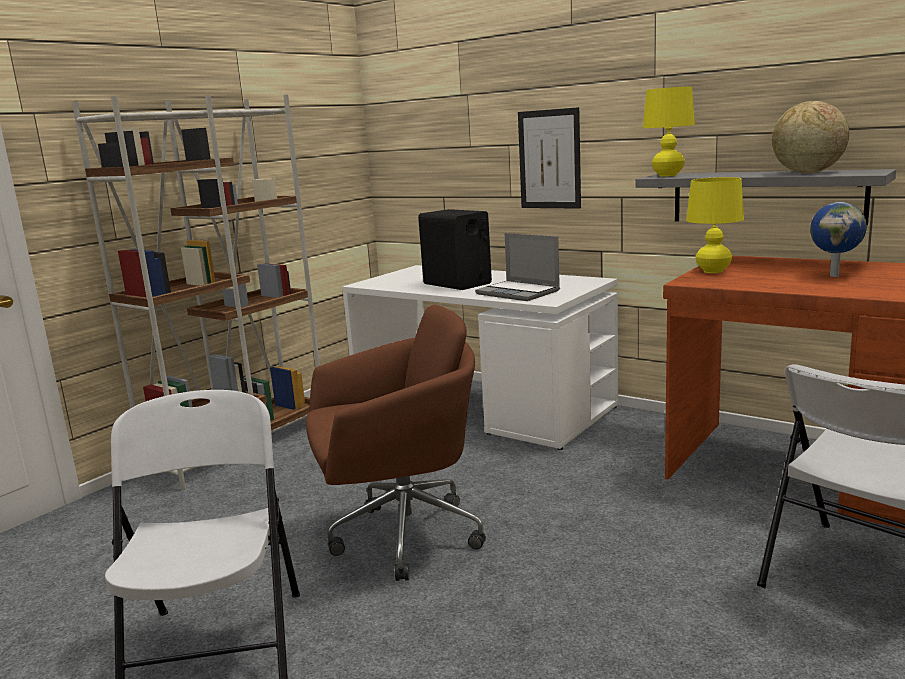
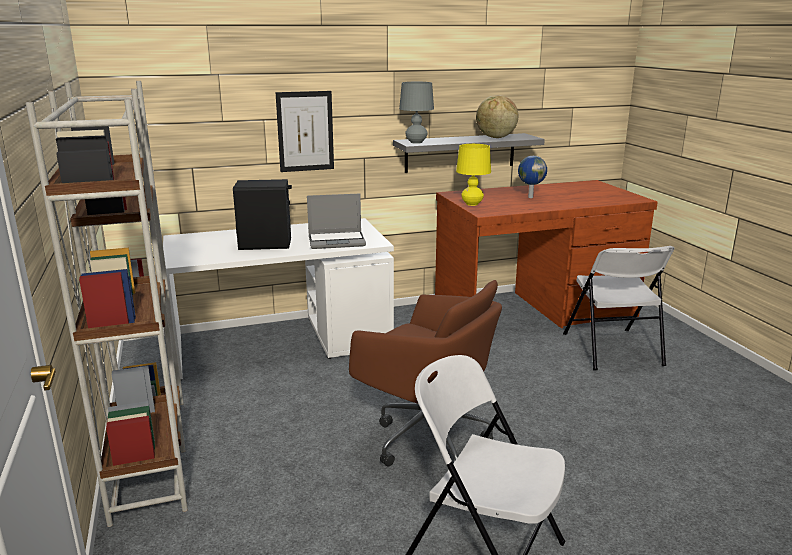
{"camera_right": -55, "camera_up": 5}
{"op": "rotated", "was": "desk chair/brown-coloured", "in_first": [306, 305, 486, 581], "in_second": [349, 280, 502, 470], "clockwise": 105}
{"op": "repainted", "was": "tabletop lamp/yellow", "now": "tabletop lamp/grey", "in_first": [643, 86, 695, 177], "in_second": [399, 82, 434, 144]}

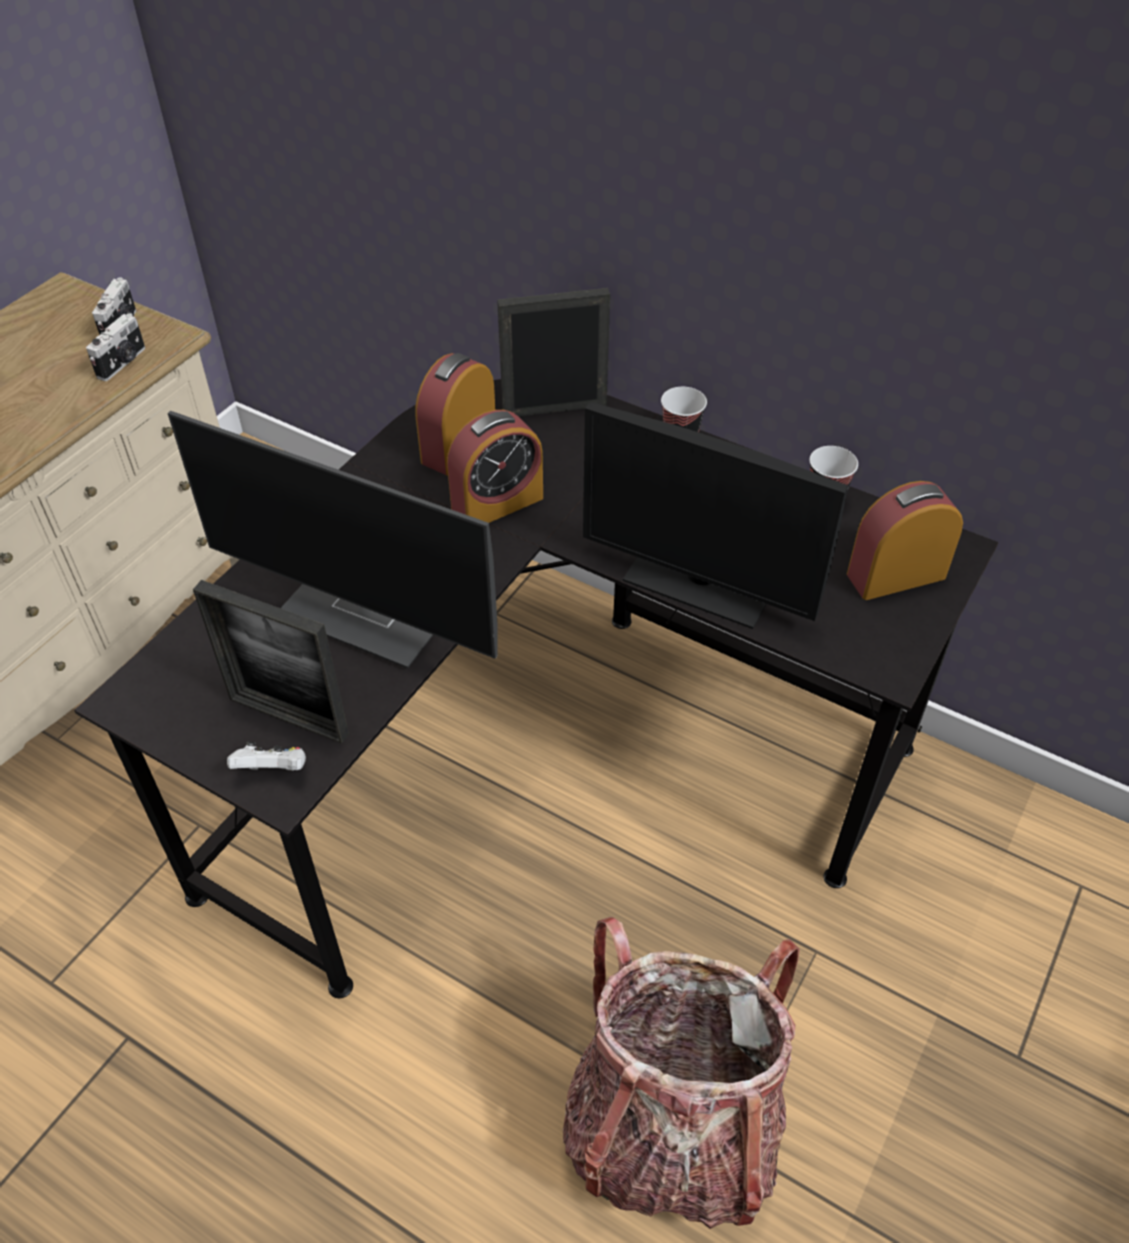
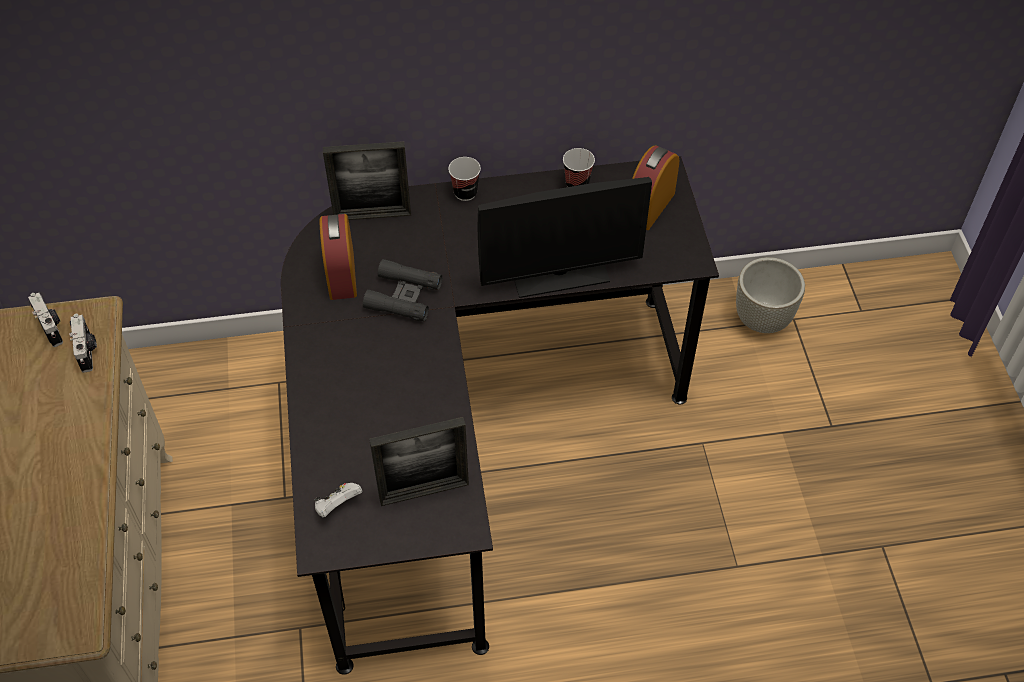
{"camera_right": -40, "camera_up": 5}
{"op": "shifted", "was": "gamepad/white", "in_first": [227, 741, 306, 771], "in_second": [314, 483, 362, 517]}
{"op": "rotated", "was": "standing frame", "in_first": [497, 288, 610, 416], "in_second": [323, 141, 411, 220], "clockwise": -135}
{"op": "swapped", "was": "table clock", "now": "pair of binoculars/black", "in_first": [447, 410, 543, 523], "in_second": [363, 259, 442, 321]}
{"op": "new", "now": "flower pot/grey", "in_second": [736, 257, 805, 333]}
{"op": "gone", "was": "computer screen", "in_first": [168, 411, 498, 669]}
{"op": "gone", "was": "backpack", "in_first": [563, 916, 800, 1229]}

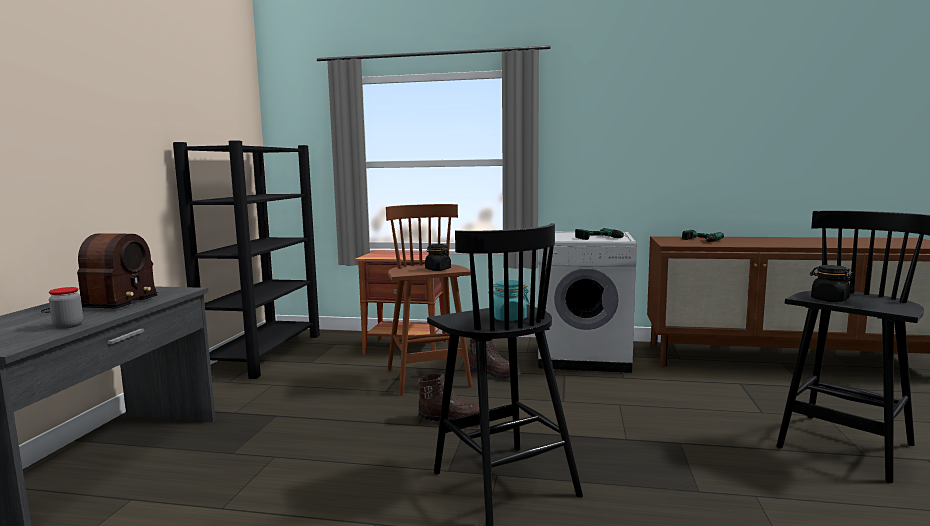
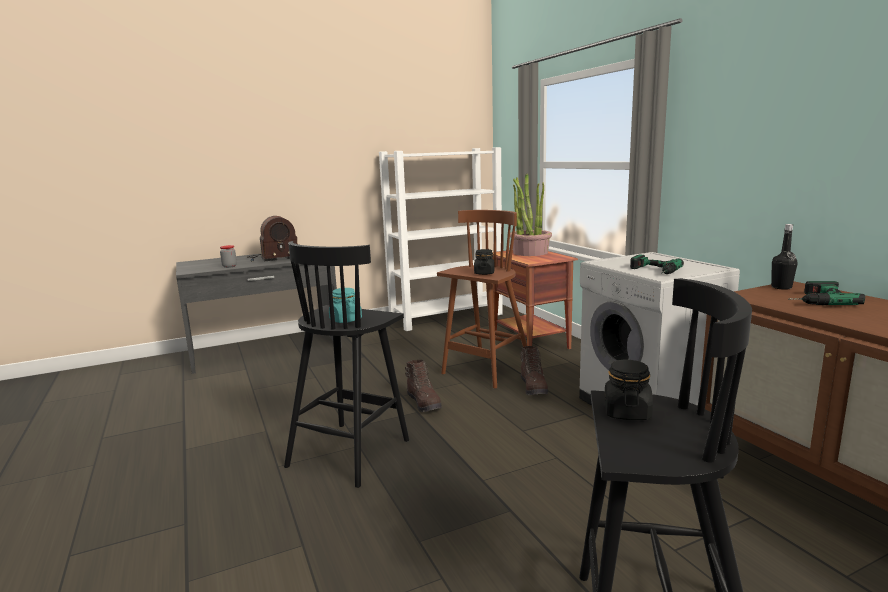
{"camera_right": 55, "camera_up": 5}
{"op": "repainted", "was": "shelving unit/black", "now": "shelving unit/white", "in_first": [173, 140, 320, 379], "in_second": [379, 147, 503, 331]}
{"op": "new", "now": "houseplant", "in_second": [510, 173, 552, 256]}
{"op": "new", "now": "bottle/black", "in_second": [771, 224, 798, 290]}

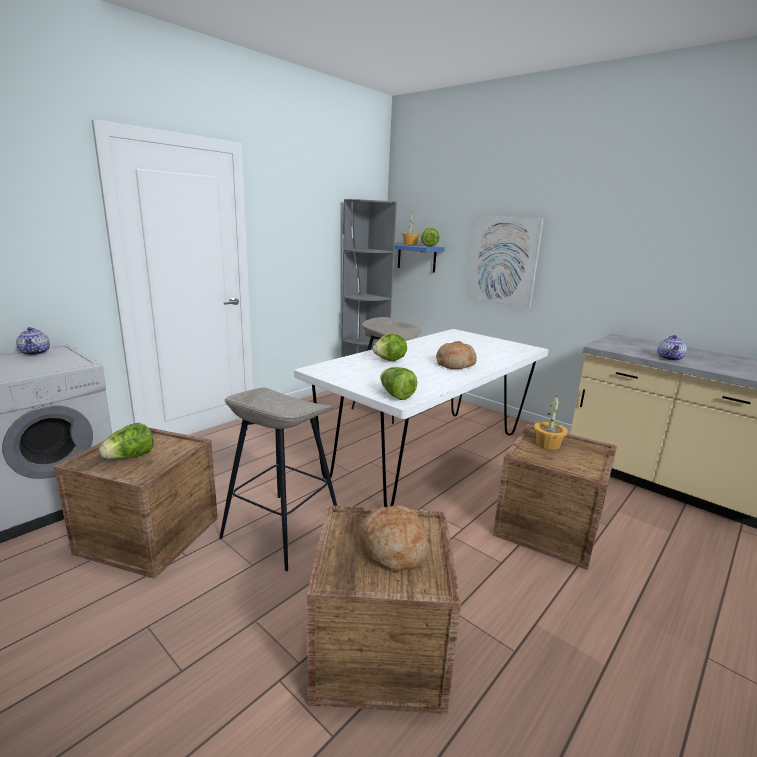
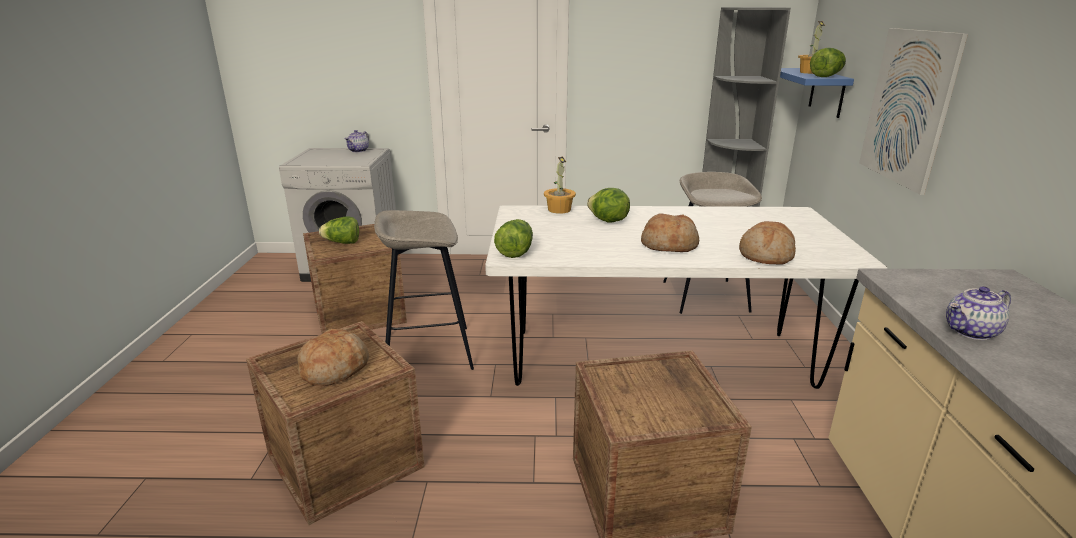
{"camera_right": 50, "camera_up": 5}
{"op": "shifted", "was": "houseplant", "in_first": [534, 396, 568, 450], "in_second": [544, 156, 576, 214]}
{"op": "new", "now": "bread", "in_second": [739, 221, 796, 264]}

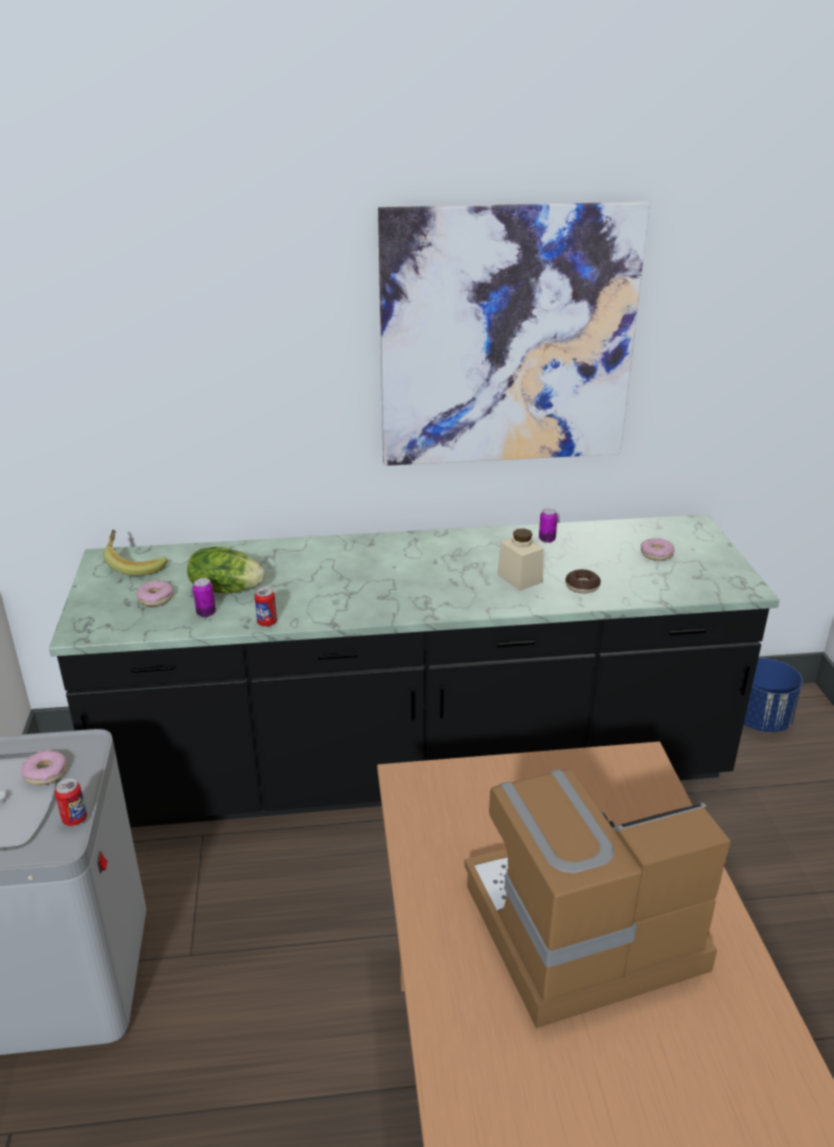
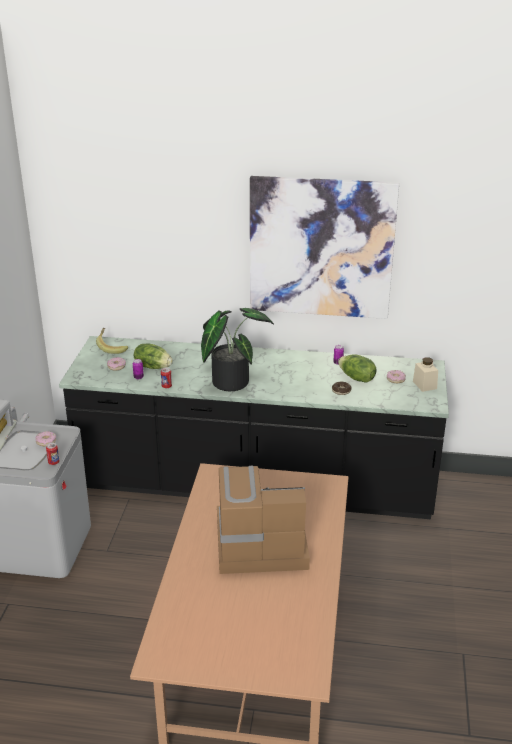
{"camera_right": 15, "camera_up": 0}
{"op": "new", "now": "houseplant", "in_second": [201, 308, 274, 391]}
{"op": "new", "now": "head of lettuce", "in_second": [338, 354, 377, 383]}
{"op": "shifted", "was": "preserve jar/beige", "in_first": [497, 529, 544, 591], "in_second": [413, 357, 438, 392]}
{"op": "gone", "was": "flower pot/bluish", "in_first": [744, 658, 803, 732]}

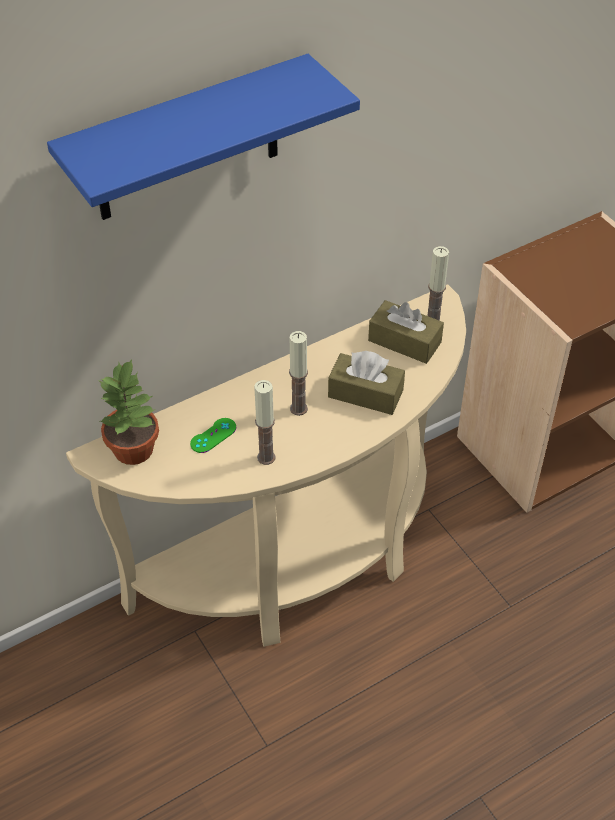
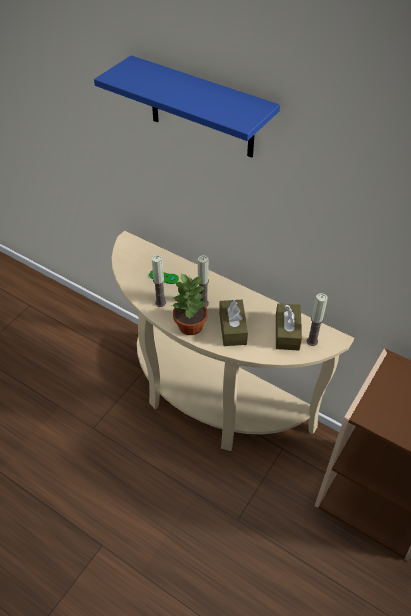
{"camera_right": 65, "camera_up": 0}
{"op": "shifted", "was": "houseplant", "in_first": [99, 359, 159, 465], "in_second": [171, 273, 208, 335]}

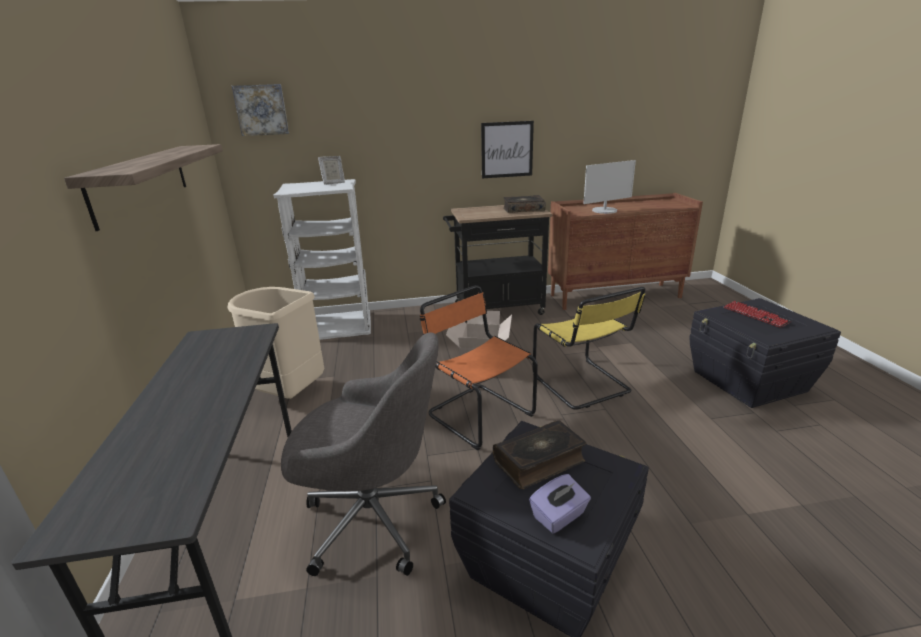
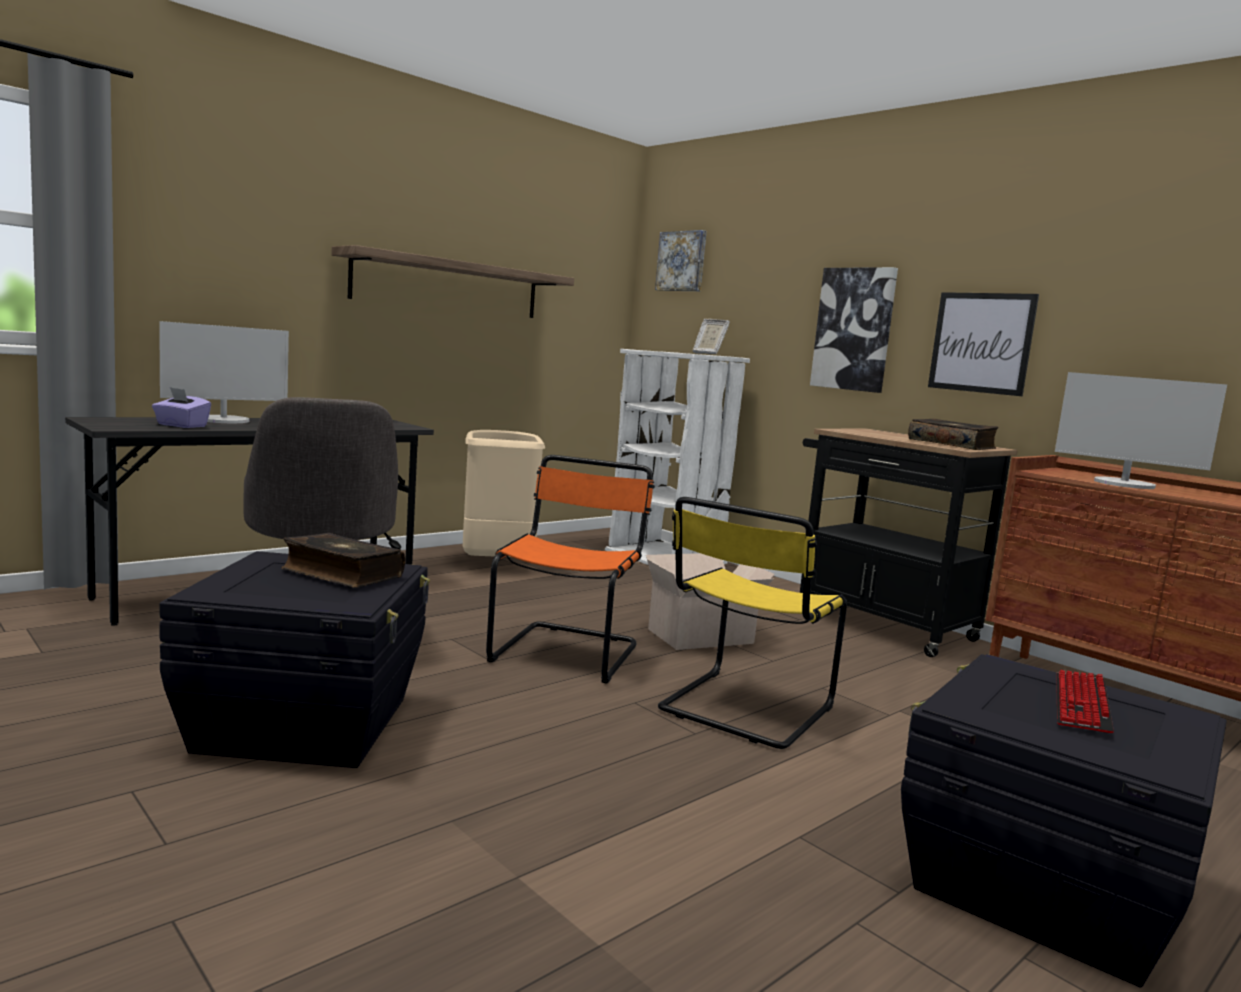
{"camera_right": 55, "camera_up": -15}
{"op": "shifted", "was": "box of tissues/purple-coloured", "in_first": [529, 474, 591, 534], "in_second": [152, 387, 211, 428]}
{"op": "new", "now": "computer screen", "in_second": [159, 321, 289, 423]}
{"op": "new", "now": "wall picture", "in_second": [810, 267, 898, 393]}

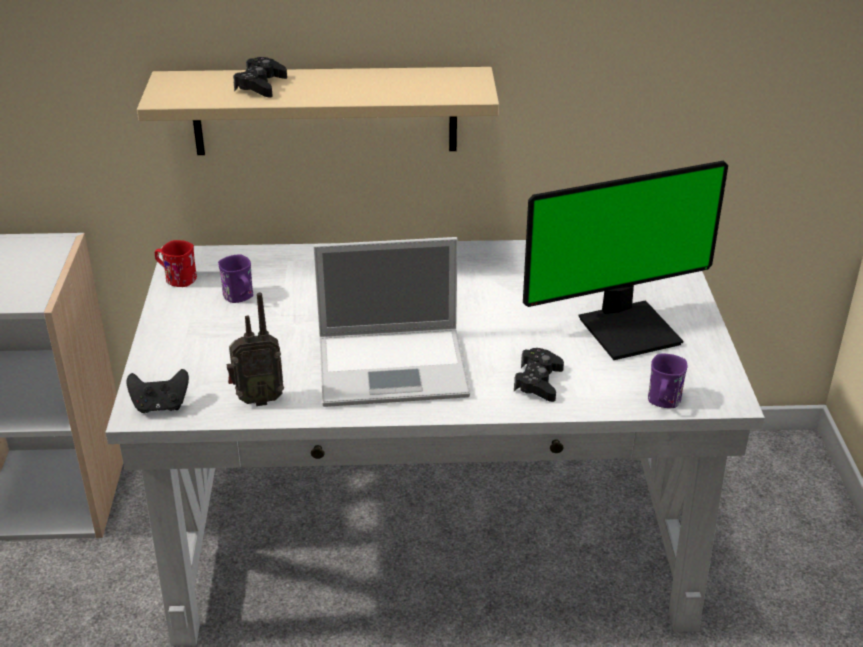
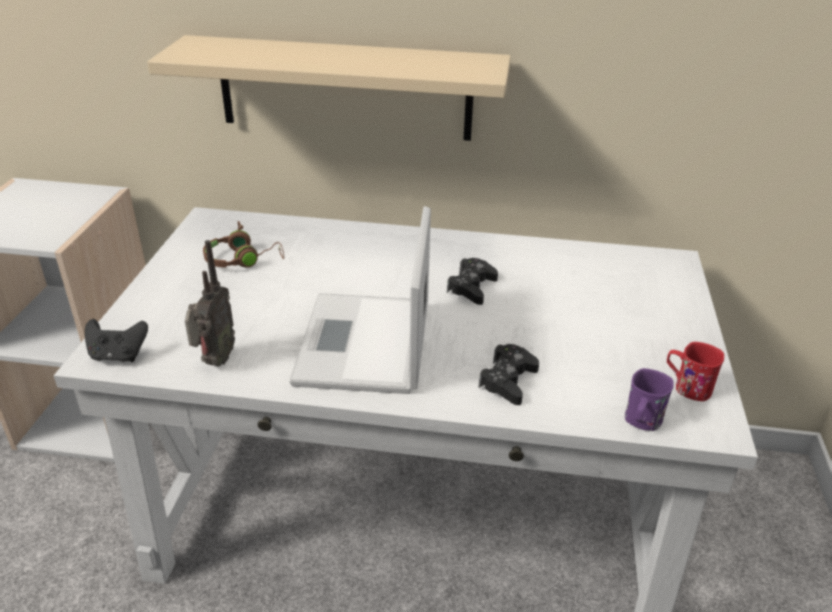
{"camera_right": 10, "camera_up": 0}
{"op": "rotated", "was": "radio", "in_first": [226, 292, 284, 406], "in_second": [185, 240, 235, 367], "clockwise": -75}
{"op": "swapped", "was": "mug/purple-coloured", "now": "headphones/brown-coloured", "in_first": [218, 254, 253, 303], "in_second": [203, 221, 284, 268]}
{"op": "rotated", "was": "portable computer", "in_first": [313, 237, 470, 407], "in_second": [289, 206, 431, 394], "clockwise": 90}
{"op": "shifted", "was": "gamepad/black", "in_first": [233, 57, 287, 97], "in_second": [447, 258, 498, 305]}
{"op": "shifted", "was": "mug/reddish", "in_first": [155, 240, 197, 287], "in_second": [667, 342, 724, 401]}
{"op": "gone", "was": "computer screen", "in_first": [523, 161, 728, 360]}

